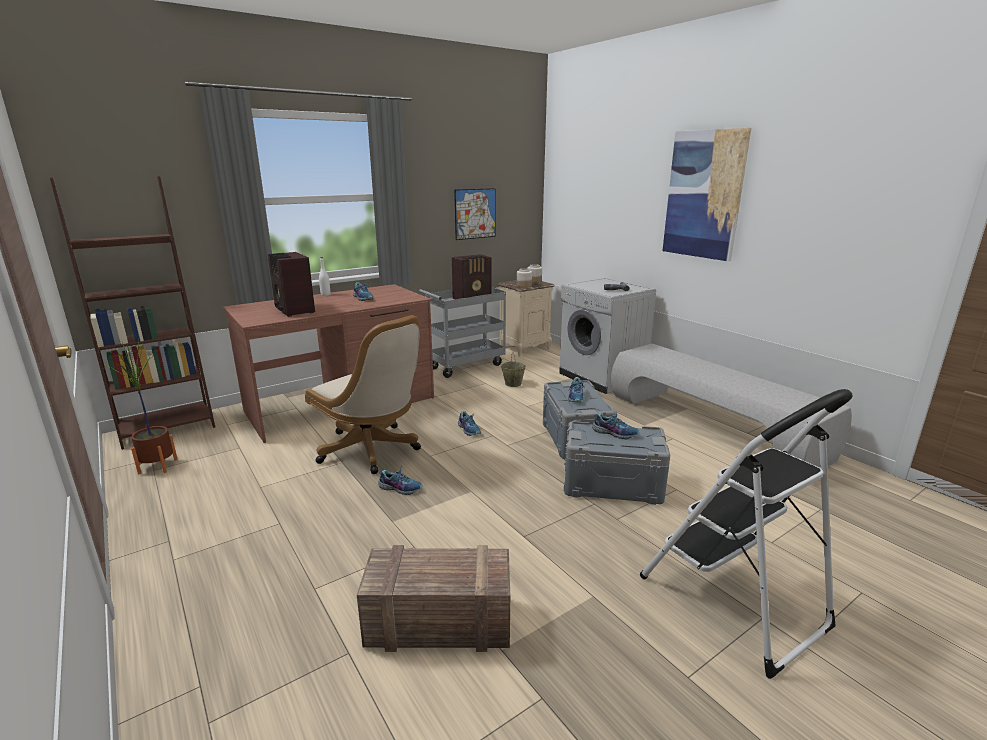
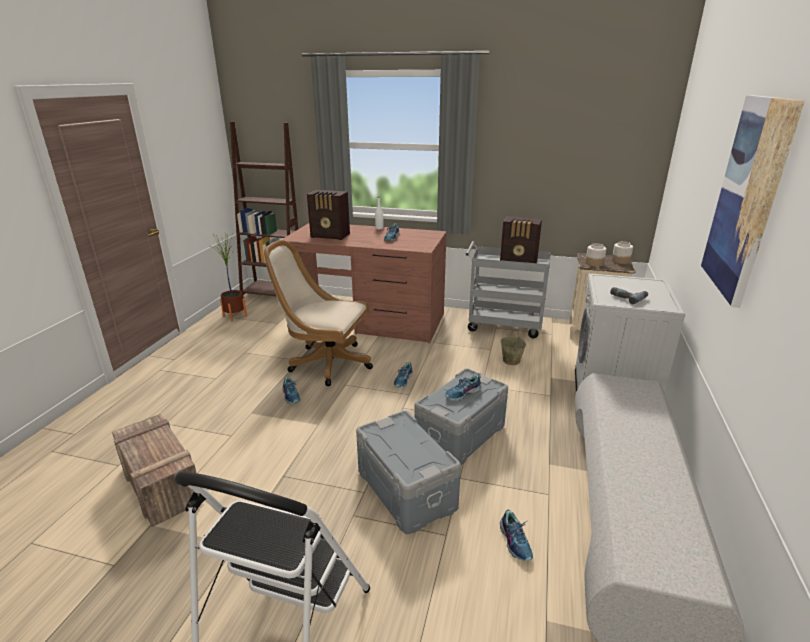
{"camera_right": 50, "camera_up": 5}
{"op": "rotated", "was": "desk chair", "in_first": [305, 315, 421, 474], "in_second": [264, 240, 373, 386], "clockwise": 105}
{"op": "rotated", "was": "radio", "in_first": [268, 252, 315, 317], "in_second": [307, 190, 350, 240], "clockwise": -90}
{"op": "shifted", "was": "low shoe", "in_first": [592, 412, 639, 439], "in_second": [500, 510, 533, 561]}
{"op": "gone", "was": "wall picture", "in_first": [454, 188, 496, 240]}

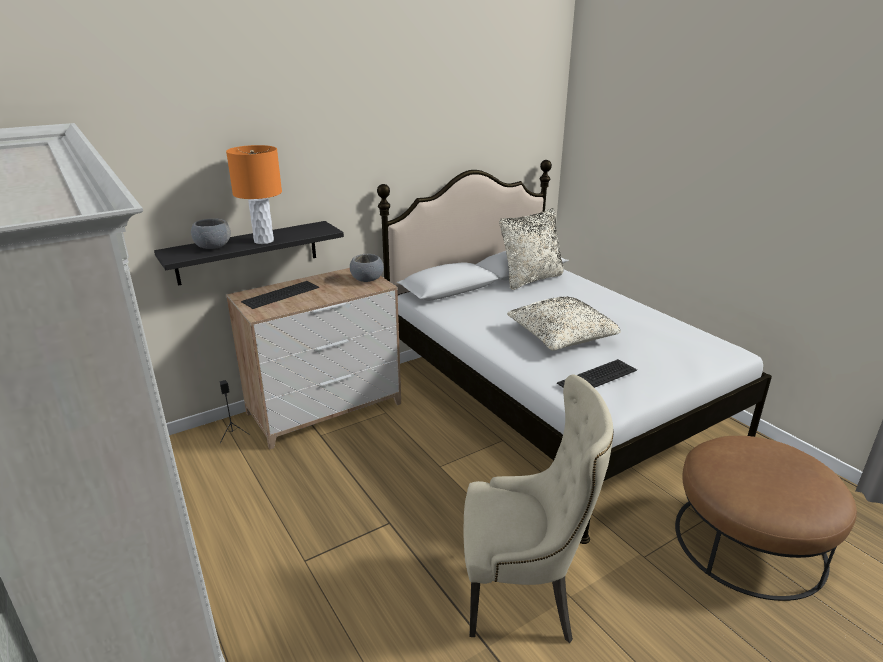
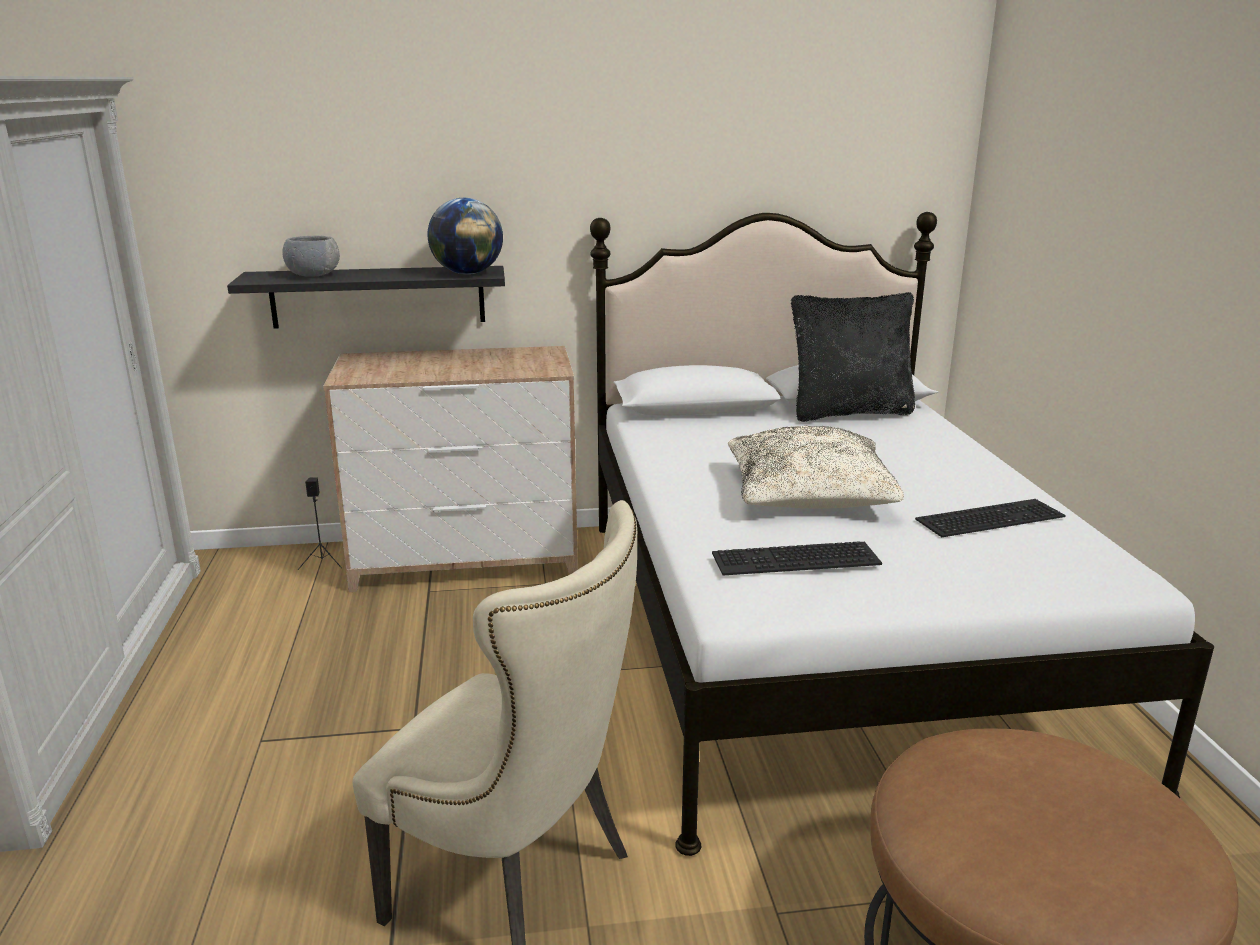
{"camera_right": 25, "camera_up": -5}
{"op": "new", "now": "globe", "in_second": [427, 198, 503, 274]}
{"op": "repainted", "was": "pillow/beige", "now": "pillow/black", "in_first": [499, 208, 563, 290], "in_second": [791, 293, 915, 422]}
{"op": "shifted", "was": "keyboard", "in_first": [241, 281, 319, 309], "in_second": [915, 499, 1066, 537]}
{"op": "gone", "was": "tabletop lamp/orangey", "in_first": [226, 145, 282, 244]}
{"op": "gone", "was": "serving bowl/grey", "in_first": [350, 254, 384, 282]}

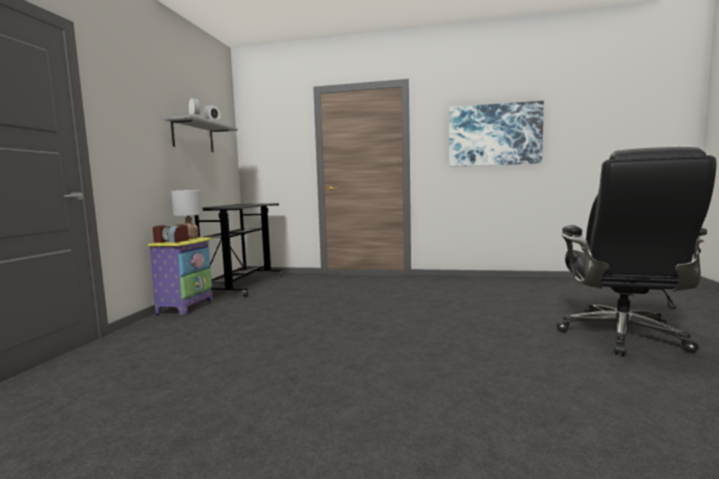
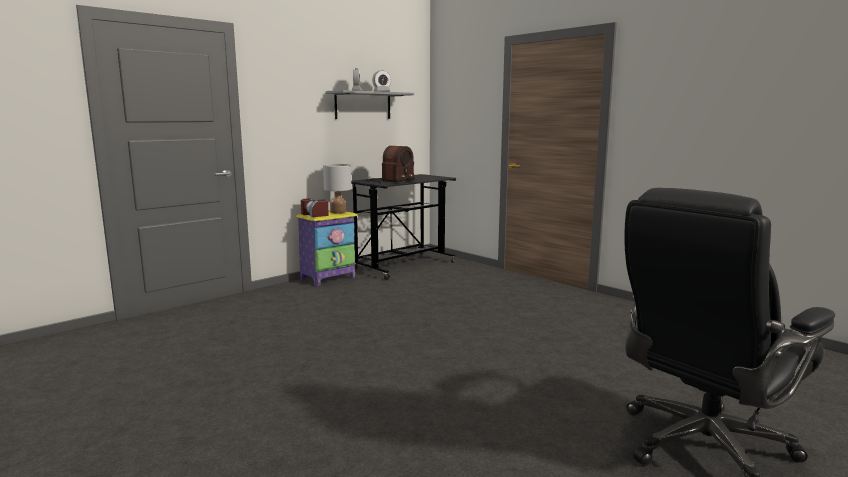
{"camera_right": 35, "camera_up": 5}
{"op": "new", "now": "radio", "in_second": [366, 146, 415, 183]}
{"op": "gone", "was": "wall picture", "in_first": [449, 101, 544, 167]}

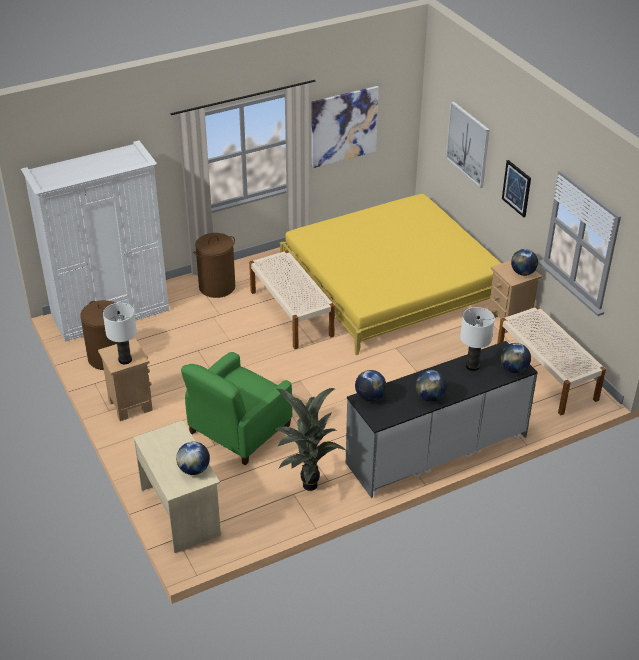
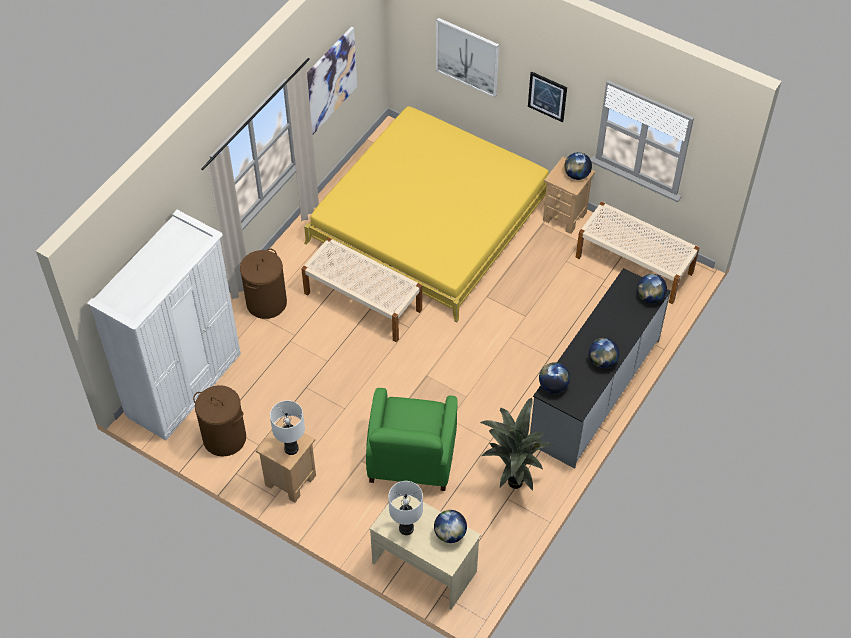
{"camera_right": -30, "camera_up": 15}
{"op": "shifted", "was": "tabletop lamp/white", "in_first": [460, 307, 495, 371], "in_second": [388, 481, 423, 535]}

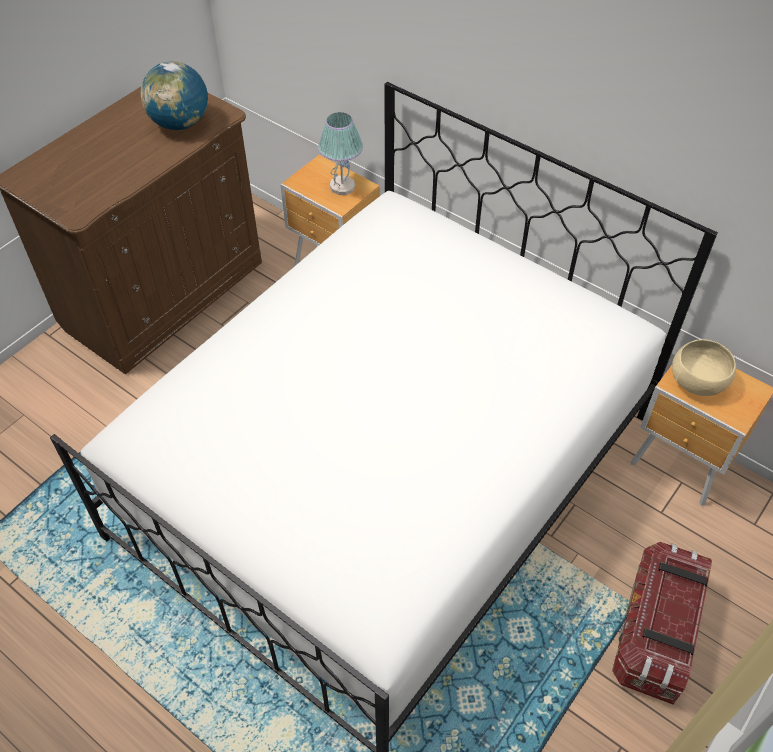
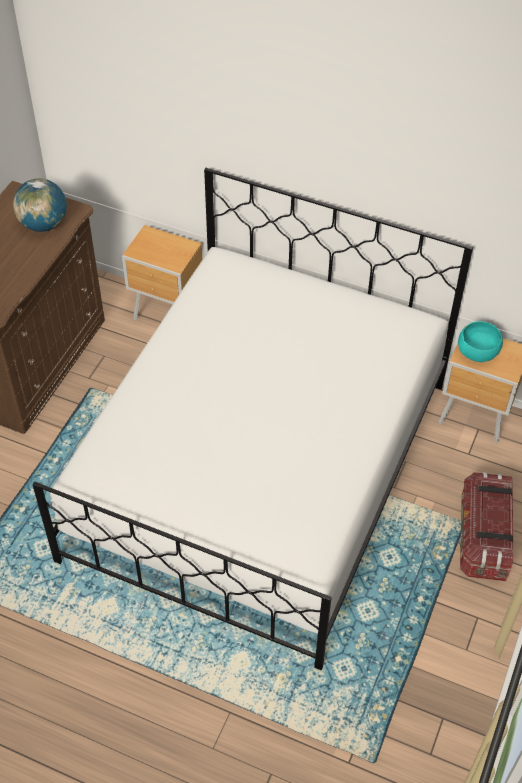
{"camera_right": -15, "camera_up": 0}
{"op": "repainted", "was": "serving bowl/beige", "now": "serving bowl/blue-green", "in_first": [672, 339, 736, 396], "in_second": [458, 321, 503, 362]}
{"op": "gone", "was": "tabletop lamp", "in_first": [318, 112, 363, 195]}

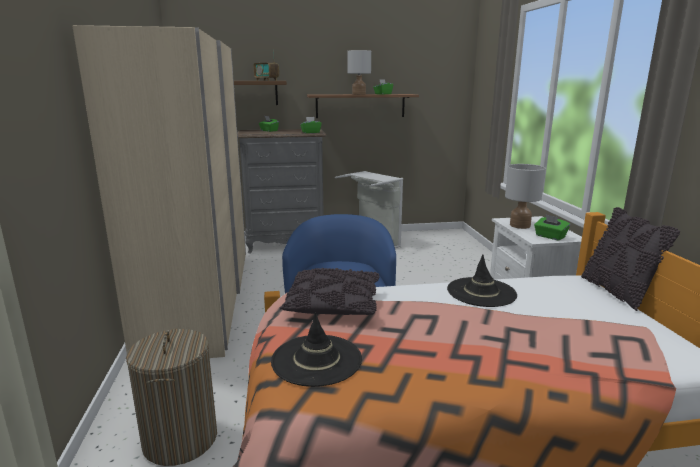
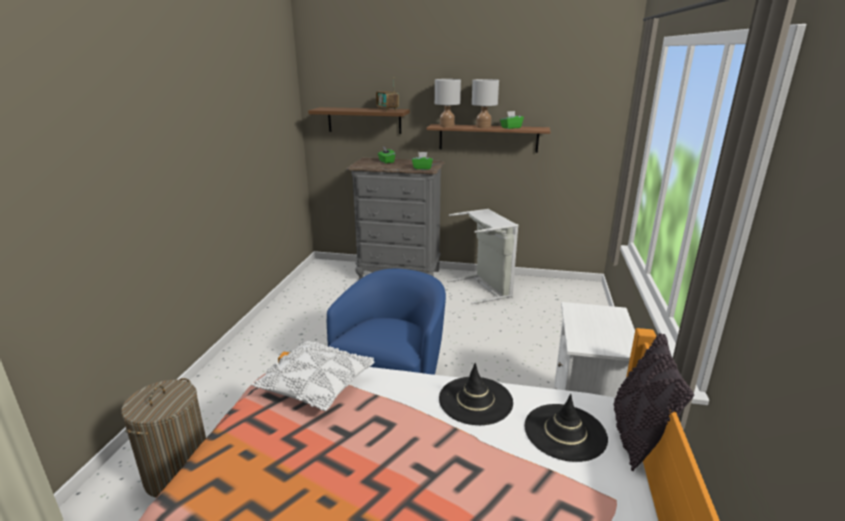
{"camera_right": 20, "camera_up": 5}
{"op": "repainted", "was": "pillow/black", "now": "pillow/white", "in_first": [280, 268, 380, 315], "in_second": [251, 341, 374, 411]}
{"op": "shifted", "was": "tabletop lamp/grey", "in_first": [505, 164, 546, 229], "in_second": [435, 79, 461, 127]}
{"op": "shifted", "was": "wearable hat/black", "in_first": [271, 312, 362, 387], "in_second": [524, 394, 608, 462]}
{"op": "gone", "was": "wardrobe/beige", "in_first": [72, 25, 246, 358]}
{"op": "gone", "was": "box of tissues/green", "in_first": [534, 214, 570, 240]}

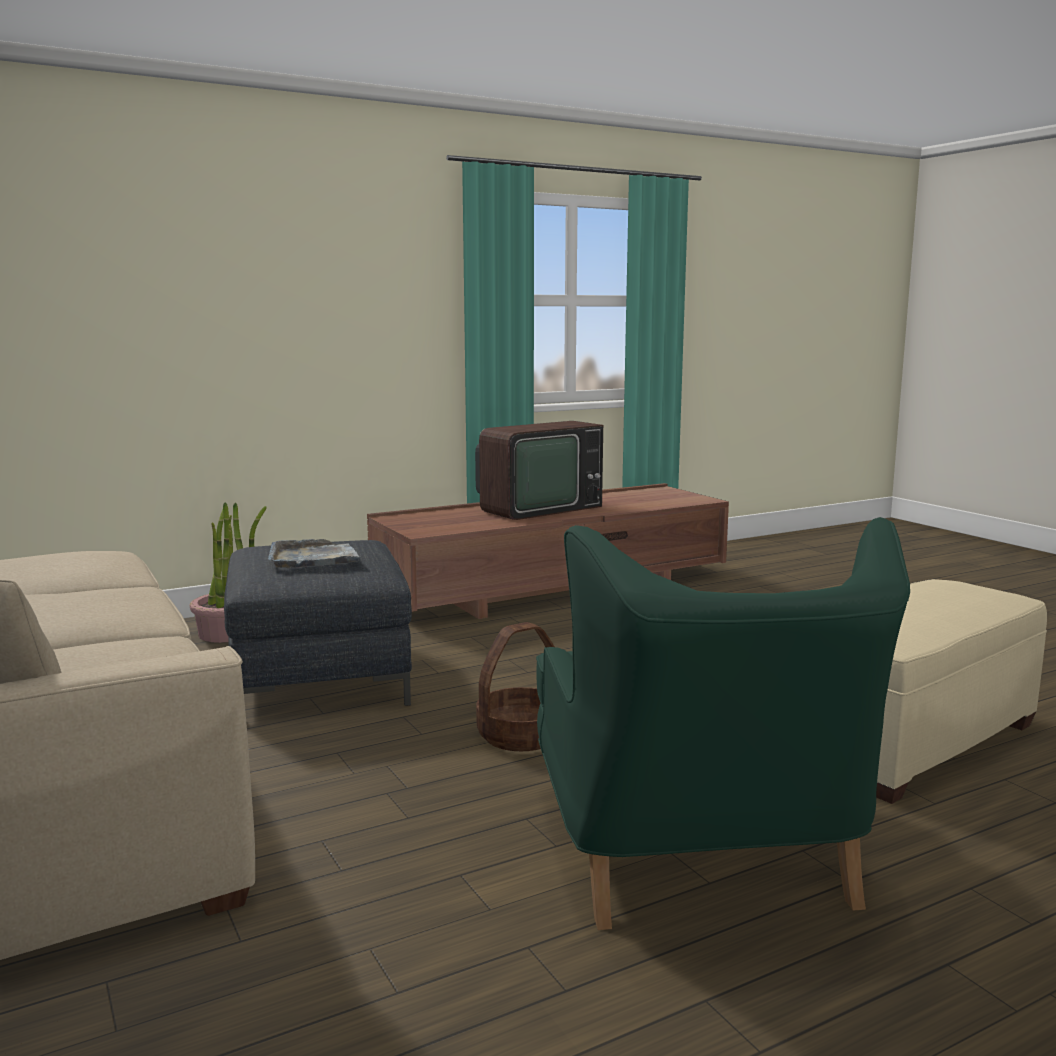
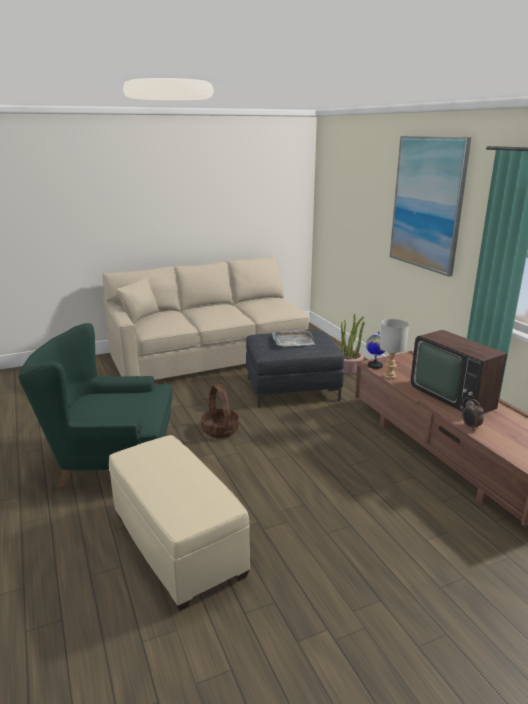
{"camera_right": 95, "camera_up": 10}
{"op": "new", "now": "globe", "in_second": [366, 331, 385, 369]}
{"op": "new", "now": "tabletop lamp/grey", "in_second": [379, 319, 409, 379]}
{"op": "new", "now": "wall picture", "in_second": [390, 136, 471, 277]}
{"op": "new", "now": "table clock", "in_second": [462, 399, 484, 429]}

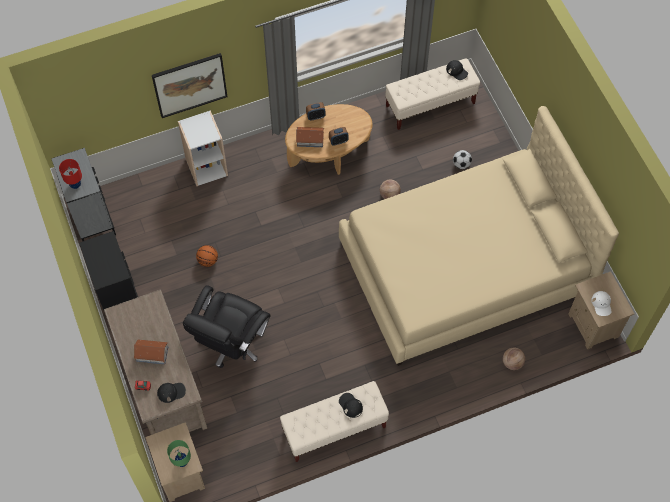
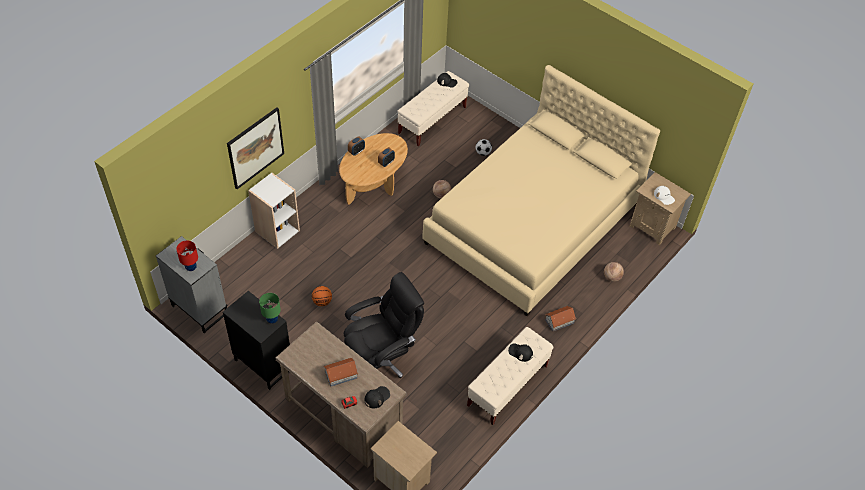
{"camera_right": -30, "camera_up": -10}
{"op": "shifted", "was": "tabletop lamp/green", "in_first": [167, 440, 191, 467], "in_second": [259, 293, 281, 324]}
{"op": "rotated", "was": "desk chair/black", "in_first": [183, 285, 270, 368], "in_second": [344, 272, 424, 378], "clockwise": -120}
{"op": "shifted", "was": "model house", "in_first": [296, 127, 324, 147], "in_second": [545, 306, 576, 331]}

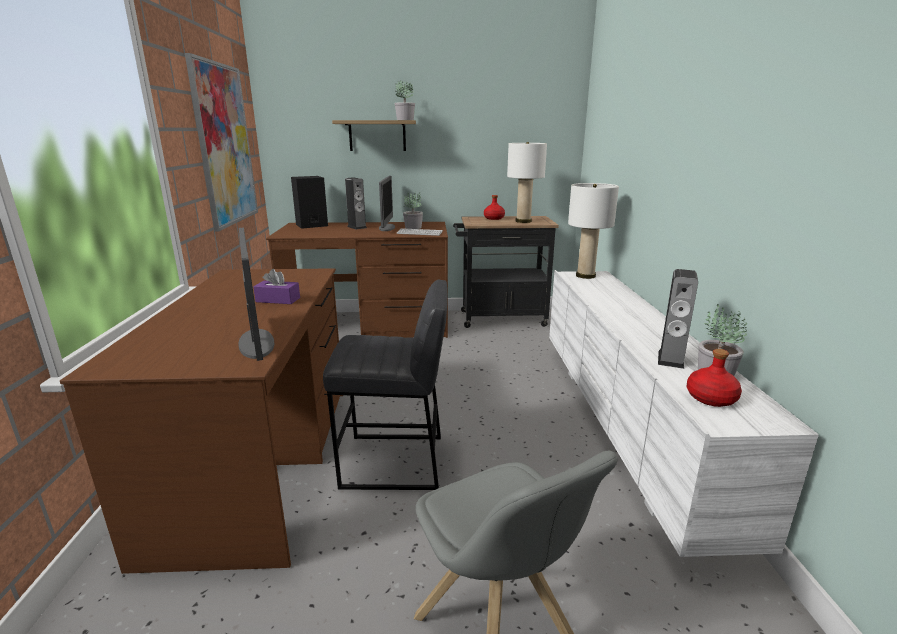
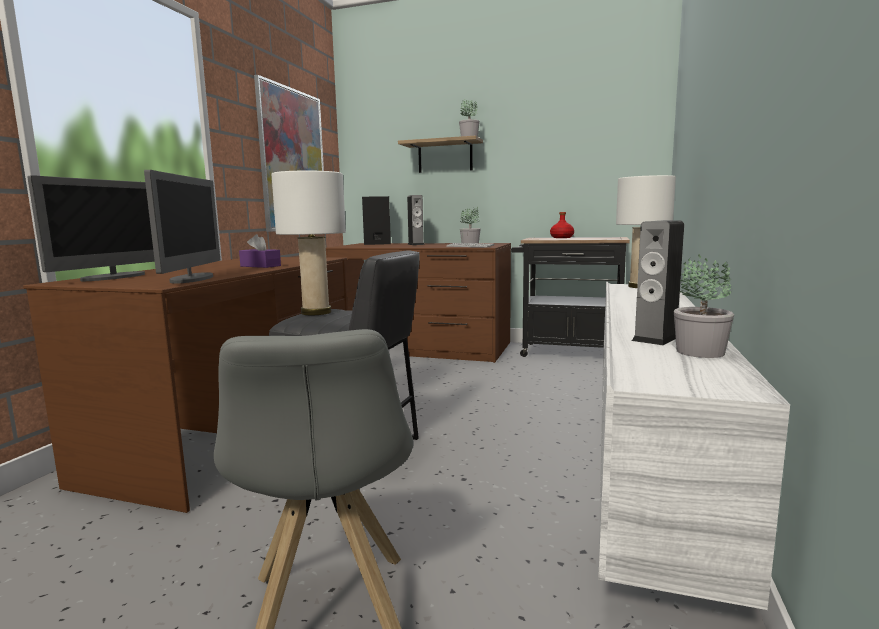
{"camera_right": 20, "camera_up": -10}
{"op": "shifted", "was": "computer screen", "in_first": [379, 176, 395, 231], "in_second": [27, 175, 155, 281]}
{"op": "shifted", "was": "tabletop lamp/white", "in_first": [507, 142, 547, 223], "in_second": [271, 171, 346, 315]}
{"op": "gone", "was": "bottle/reddish", "in_first": [687, 349, 742, 407]}

